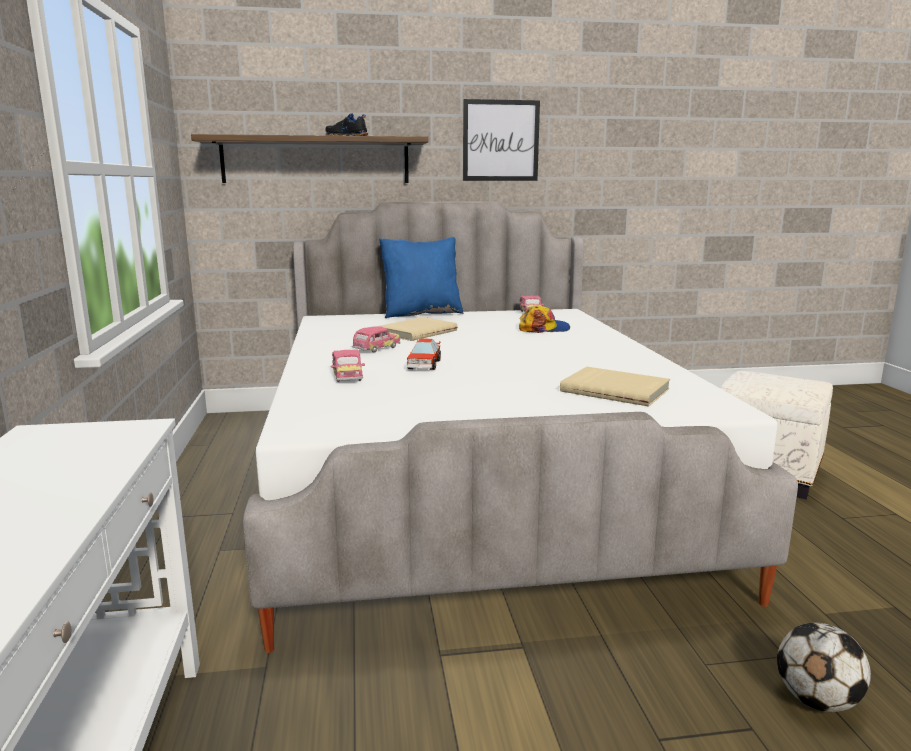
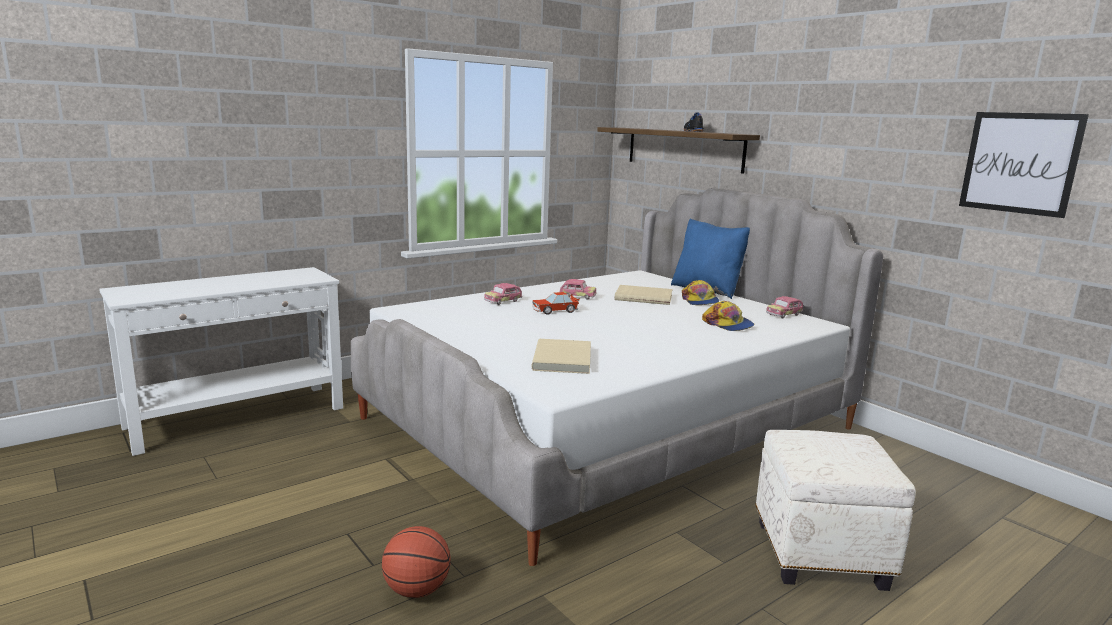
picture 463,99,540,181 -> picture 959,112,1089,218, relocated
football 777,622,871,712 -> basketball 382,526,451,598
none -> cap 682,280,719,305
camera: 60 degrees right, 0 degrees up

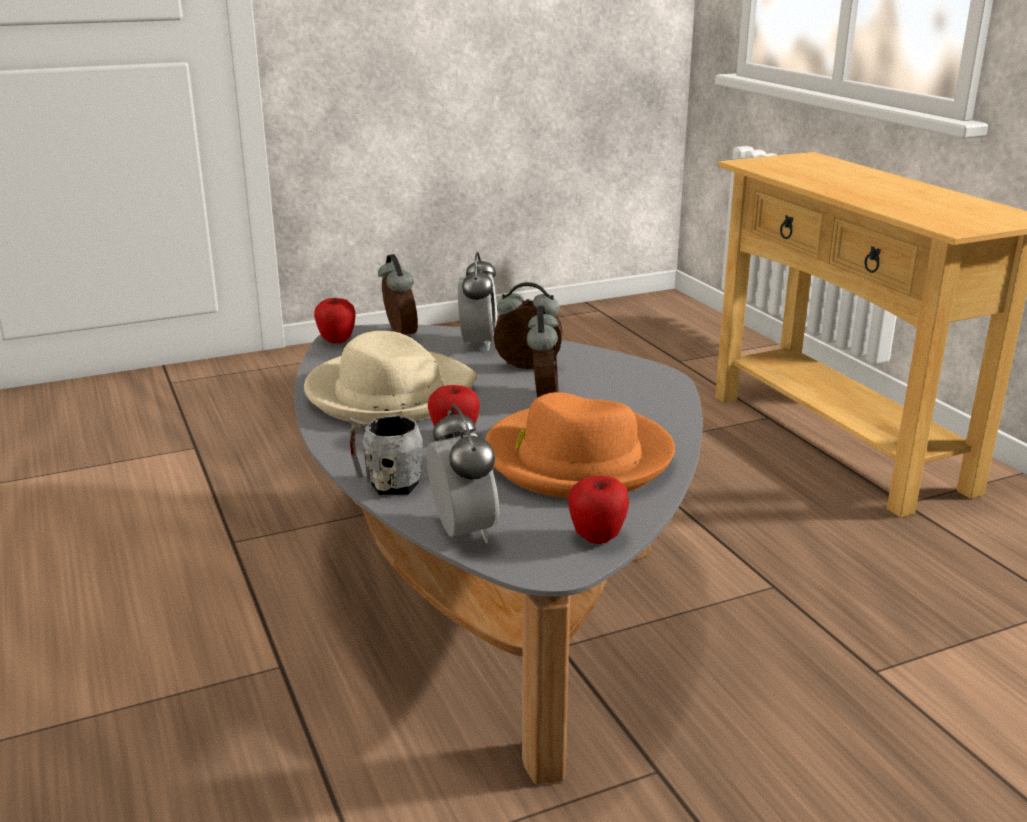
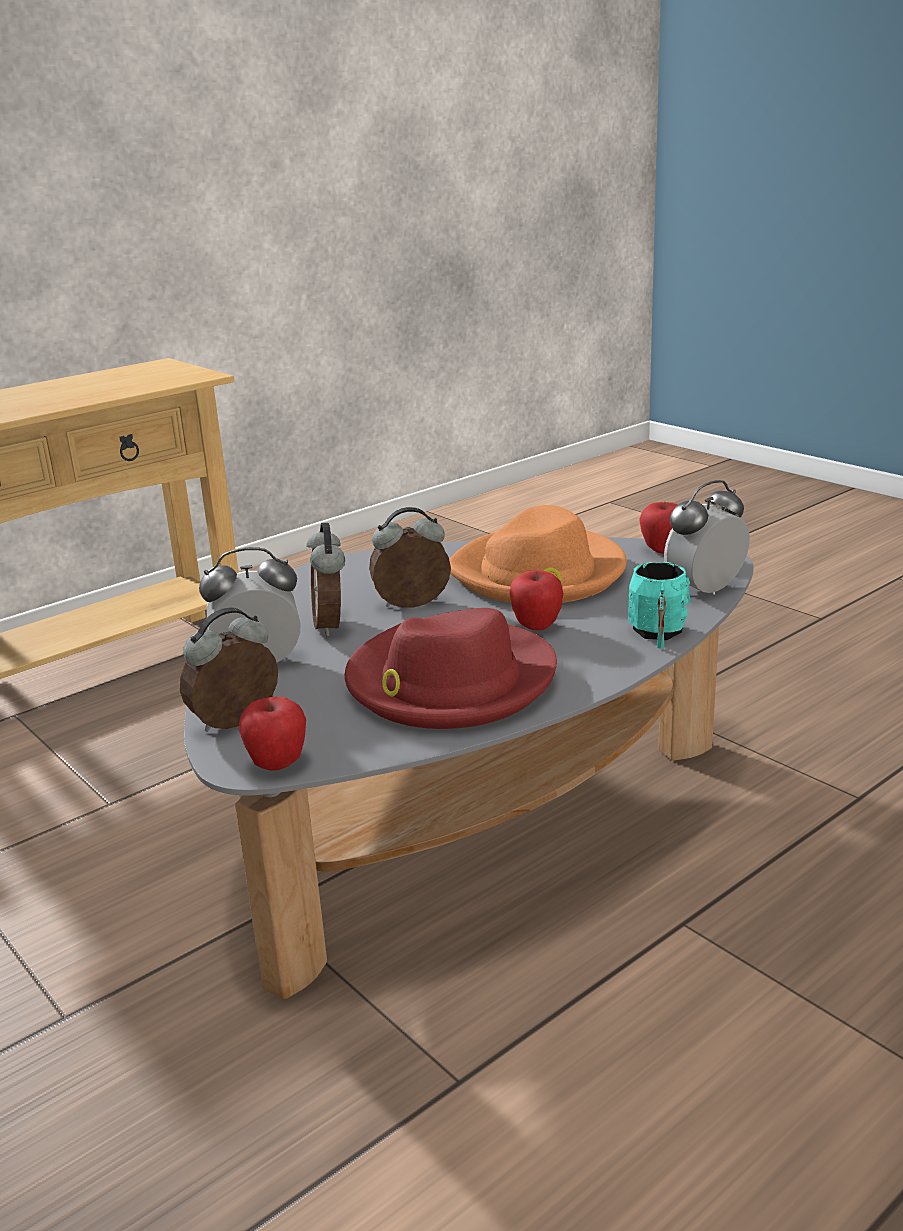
hat/beige 304,331,477,424 -> hat/red 345,608,557,729
mug/grey 349,415,423,495 -> mug/turquoise 628,562,690,649
camera: 105 degrees left, 0 degrees up

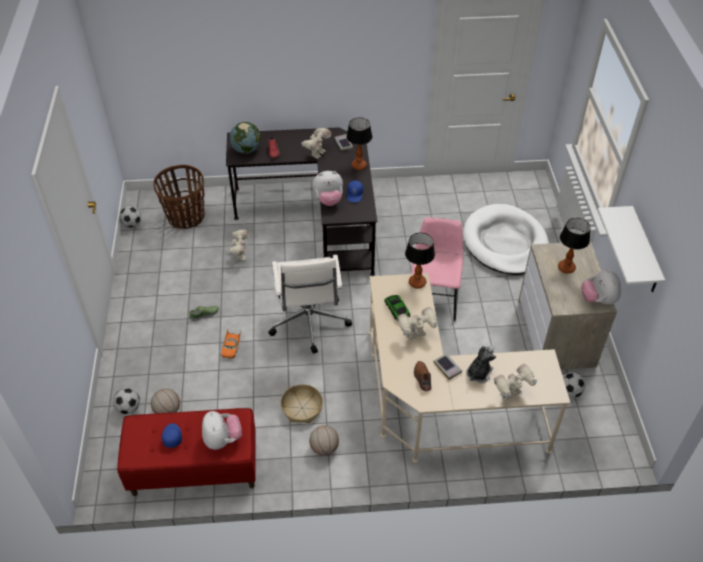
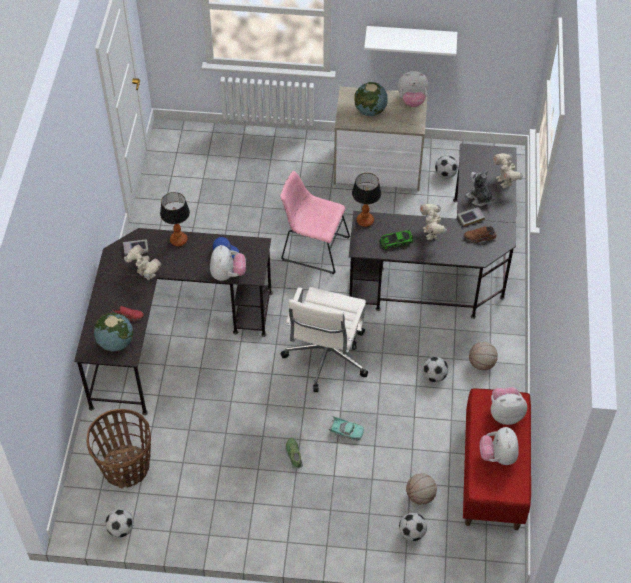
dog bed/white 463,204,549,275 -> none
table lamp 558,218,591,274 -> globe 354,82,388,116
toy robot 228,229,249,260 -> none
office chair/white 268,255,352,354 -> office chair/white 281,287,368,392, 105 degrees clockwise
desk/beige 369,273,570,463 -> desk/black 349,143,516,319
toy car/orange 221,329,241,358 -> toy car/turquoise 328,416,364,441
basket 280,384,323,423 -> football 422,357,448,383
cap/blue 162,423,182,448 -> plush toy 479,427,519,465
camera: 80 degrees left, 5 degrees up

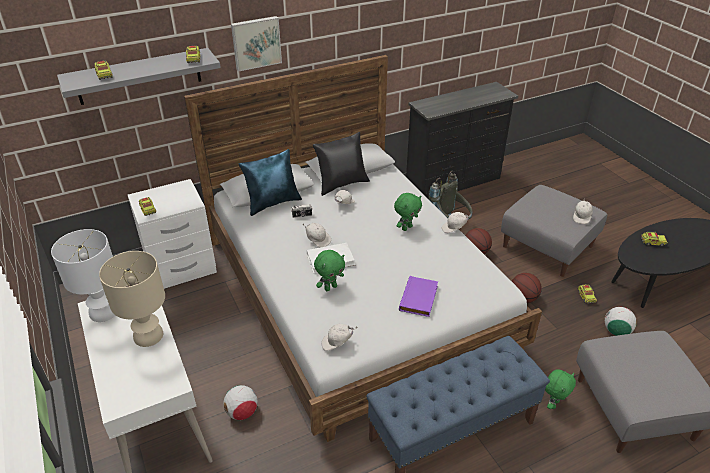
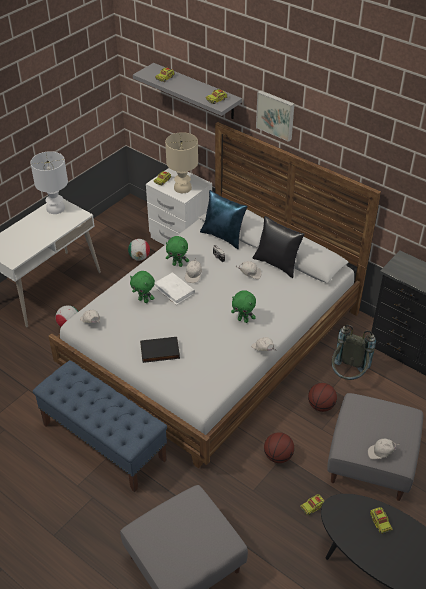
table lamp/beige 99,251,165,347 -> table lamp/beige 165,132,198,193, relocated
book/purple 399,276,438,317 -> book/black 140,337,180,363
football 605,307,637,336 -> football 128,239,150,261, relocated
plush toy/green 545,369,576,409 -> plush toy/green 166,236,189,267, relocated
camera: 65 degrees right, 5 degrees up

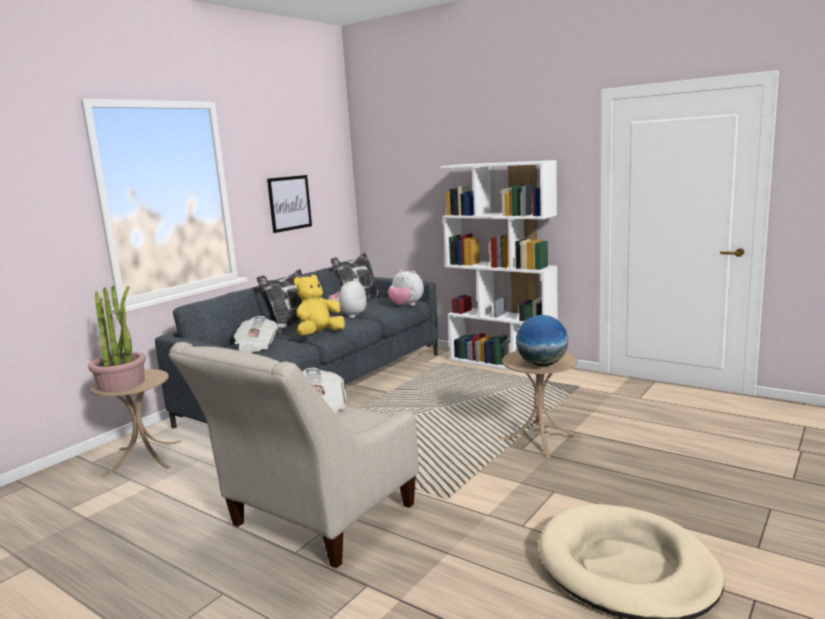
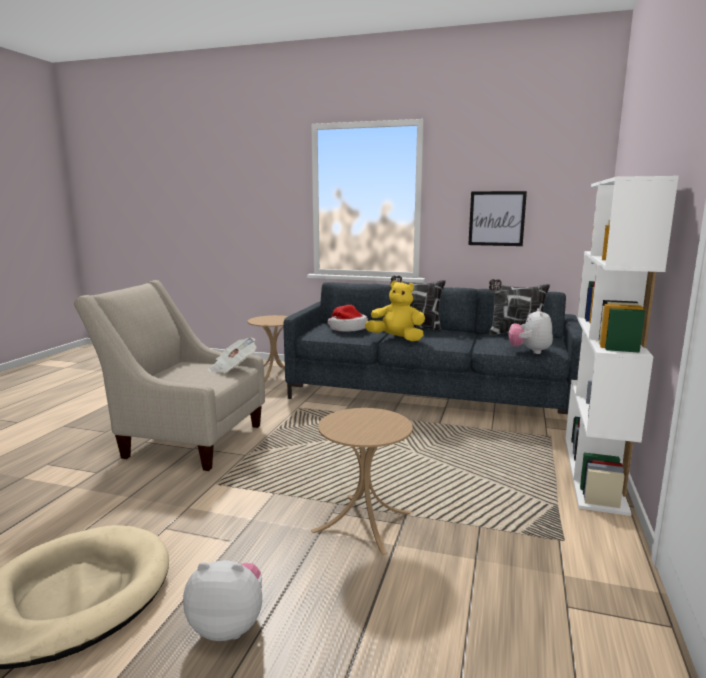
plush toy 328,278,367,318 -> plush toy 183,560,262,641, relocated
potted plant 88,286,146,392 -> none
globe 516,315,568,366 -> none
newspaper 234,316,278,353 -> hat 328,305,368,332
camera: 70 degrees right, 0 degrees up

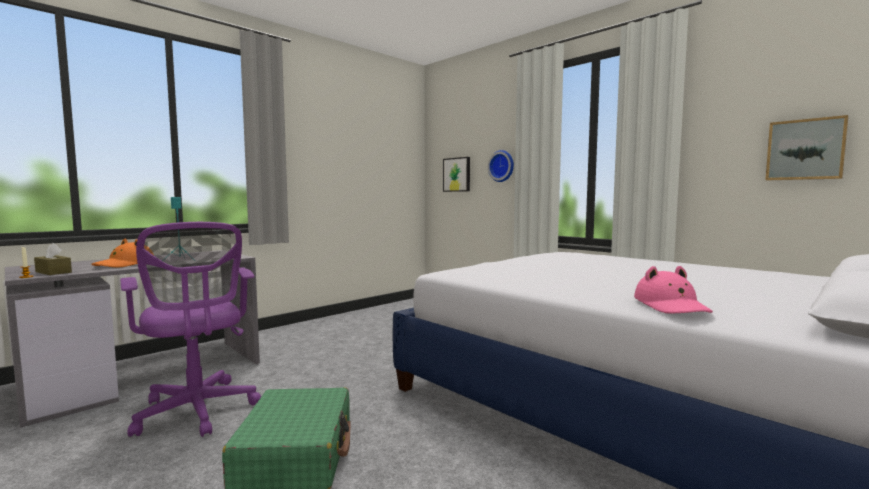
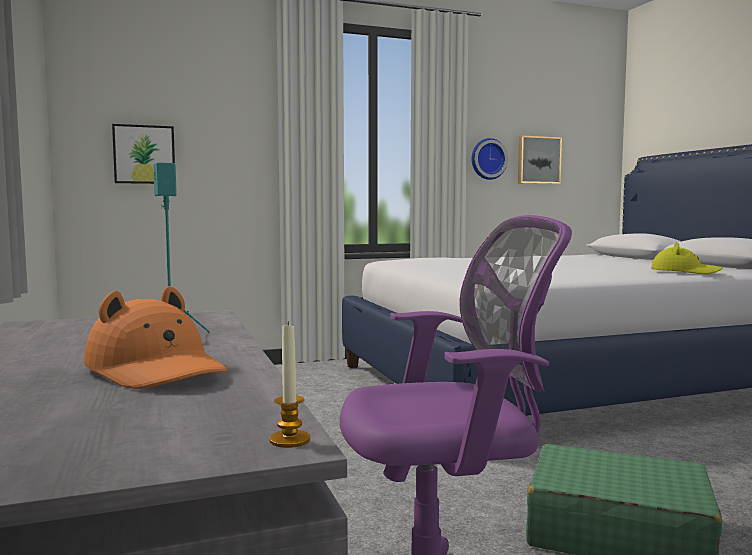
wall clock 488,150,514,182 -> wall clock 471,138,508,180, relocated
tissue box/brown 34,243,72,275 -> none
hat/pink 634,266,713,314 -> hat/yellow 651,243,723,274
camera: 65 degrees left, 0 degrees up

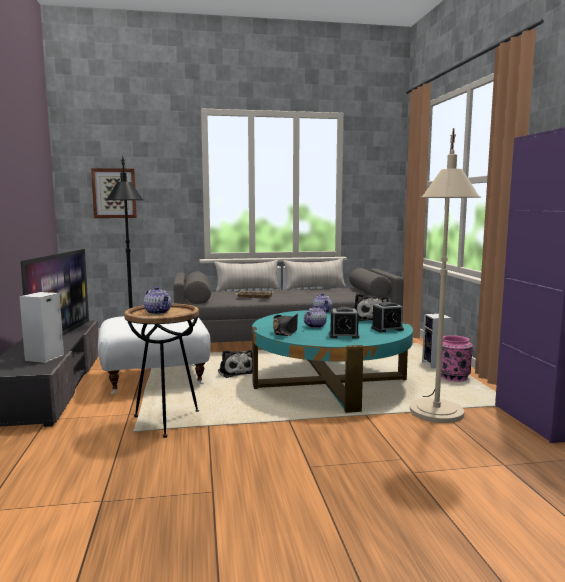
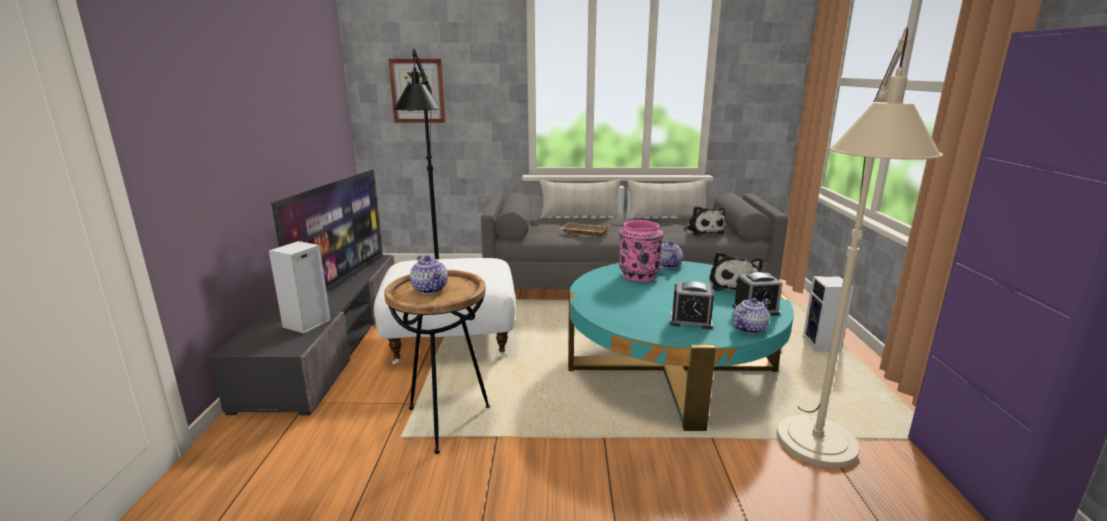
teapot 304,305,327,328 -> teapot 733,298,770,334, relocated
hat/black 273,314,298,336 -> none
vase/pink 441,335,473,382 -> vase/pink 619,220,663,282, relocated
plush toy 218,350,253,378 -> plush toy 684,206,725,236, relocated
camera: 10 degrees right, 10 degrees up

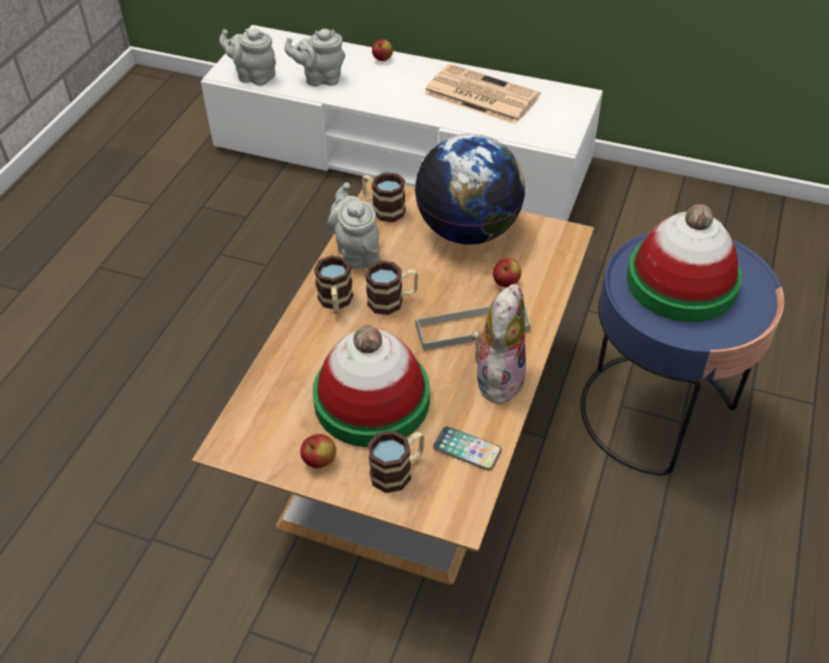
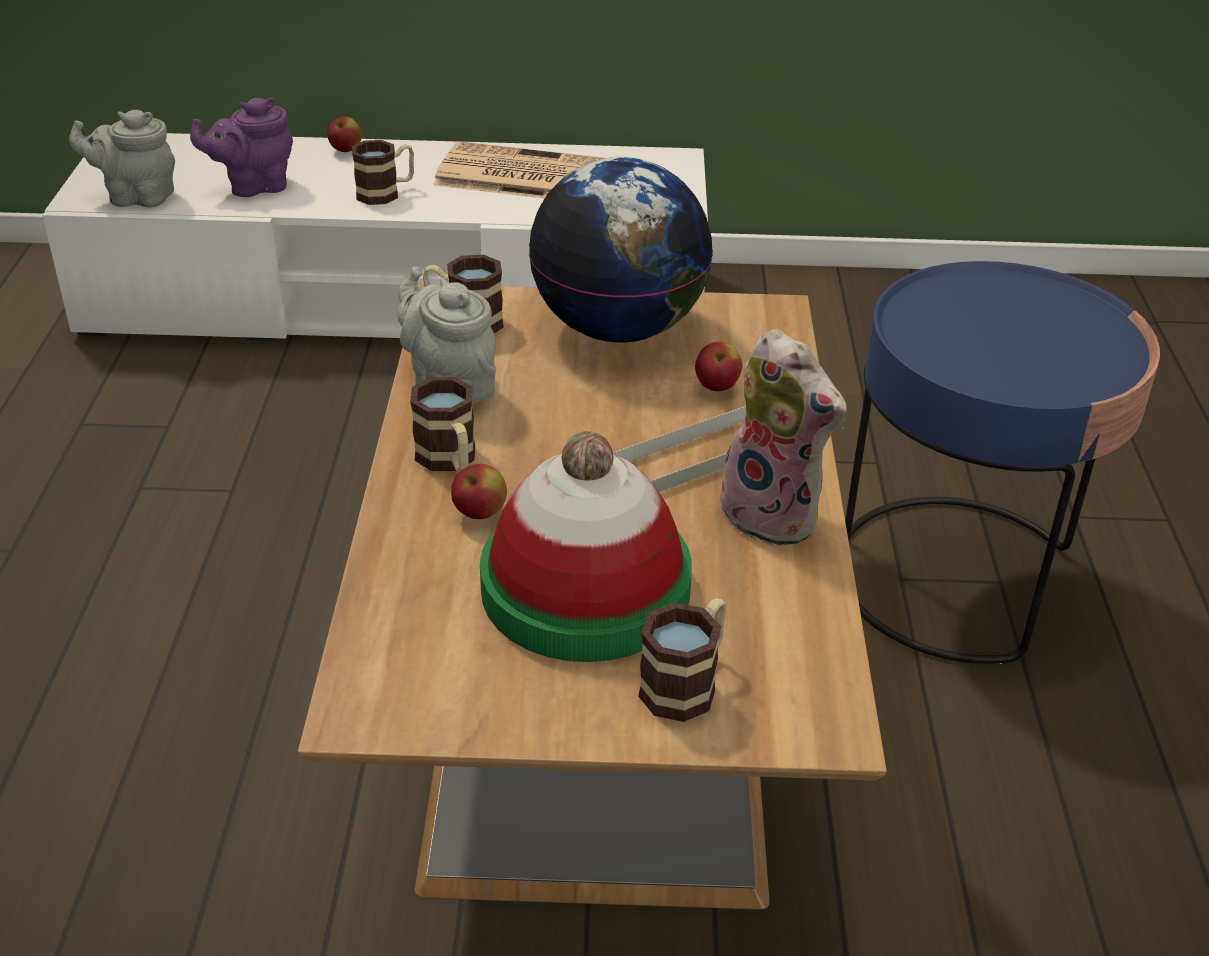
teapot/grey 284,29,345,86 -> teapot/purple 190,97,293,197
hat 627,204,742,322 -> none
mug 365,261,418,315 -> mug 352,140,414,205, relocated
plush toy 472,284,526,408 -> plush toy 716,329,847,546, 135 degrees clockwise
phone 433,426,502,470 -> none
apple 300,434,336,468 -> apple 451,464,507,519, relocated
camera: 20 degrees left, 10 degrees down

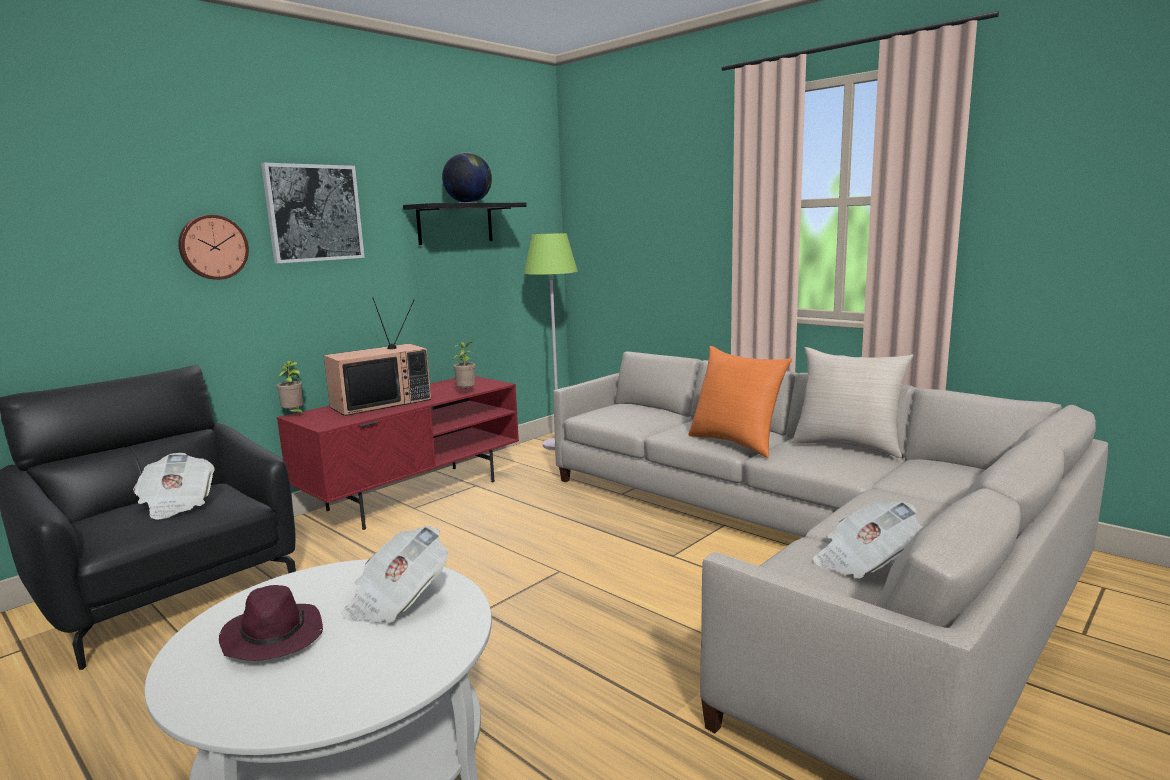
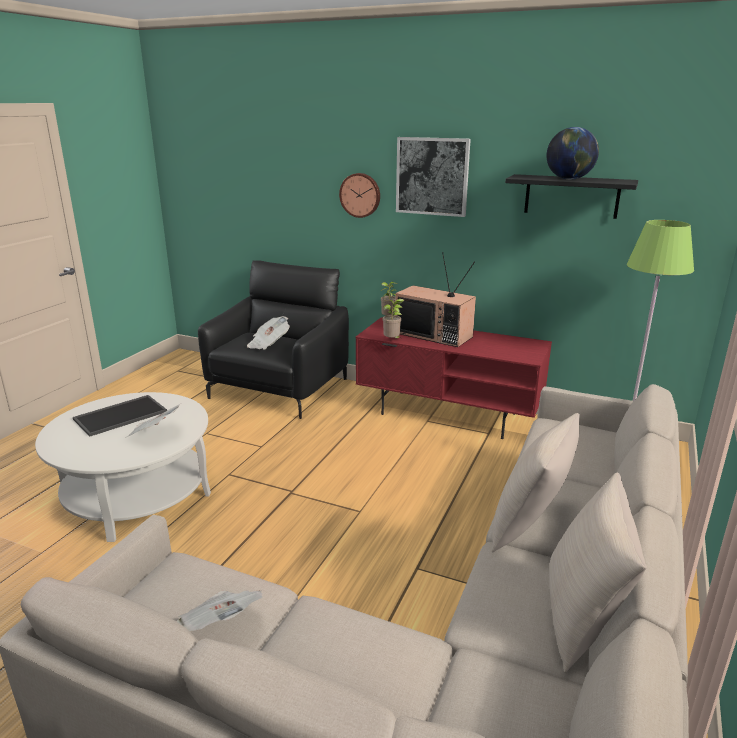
potted plant 453,342,476,390 -> potted plant 383,299,404,338, relocated
pillow/orange 688,346,792,458 -> pillow/beige 492,413,580,553
hat/purple 219,585,323,661 -> tray 73,395,167,437
camera: 70 degrees right, 10 degrees up

